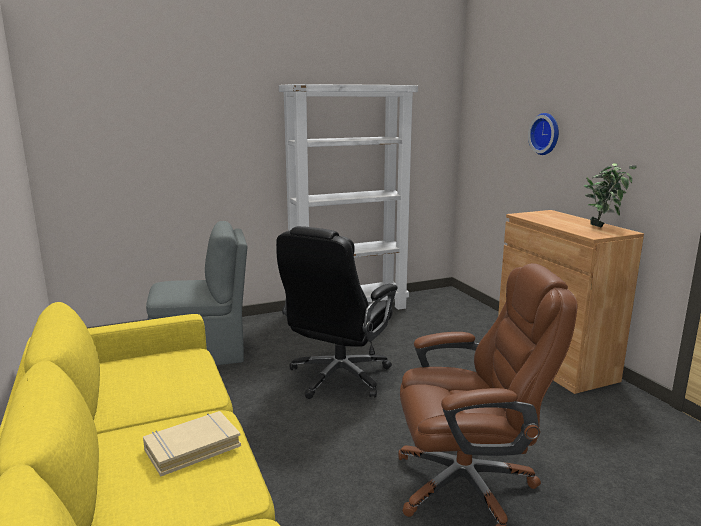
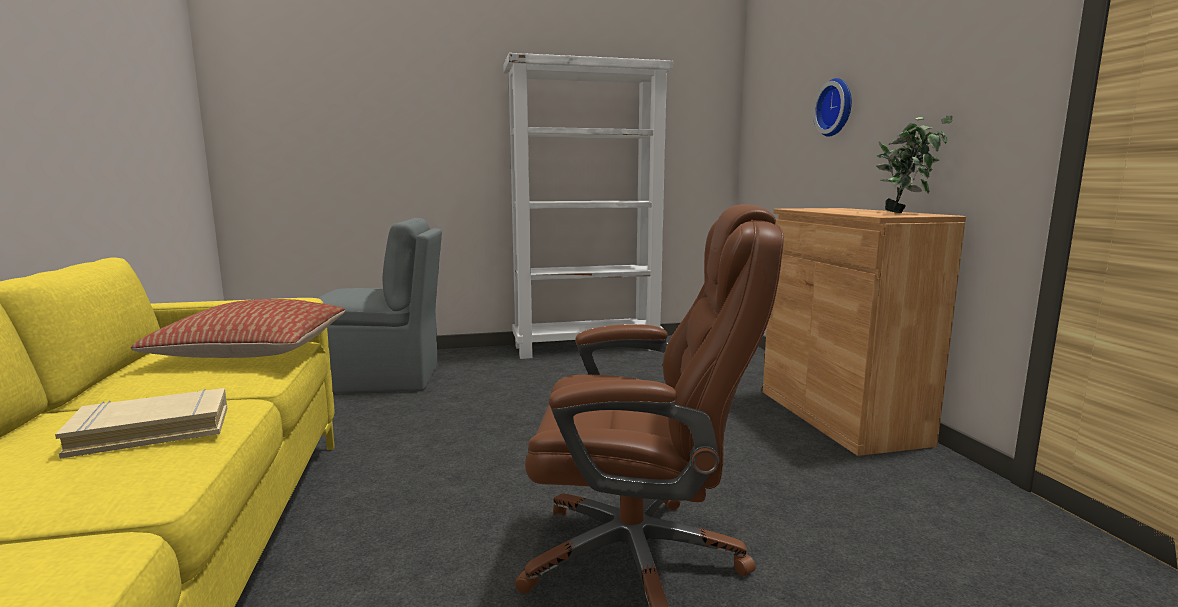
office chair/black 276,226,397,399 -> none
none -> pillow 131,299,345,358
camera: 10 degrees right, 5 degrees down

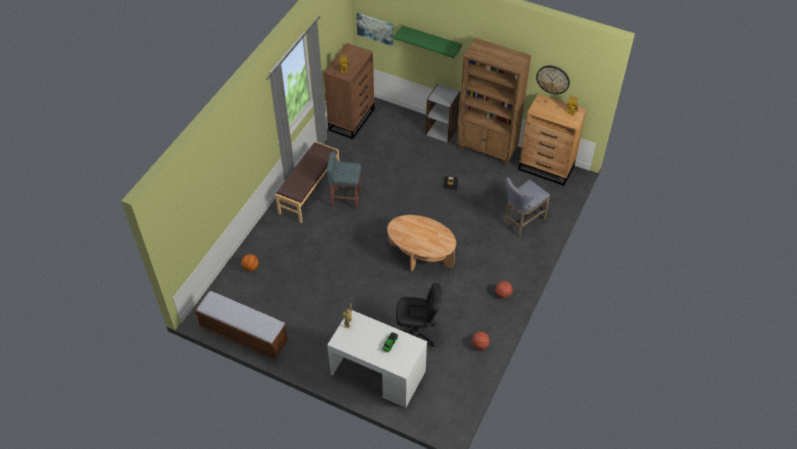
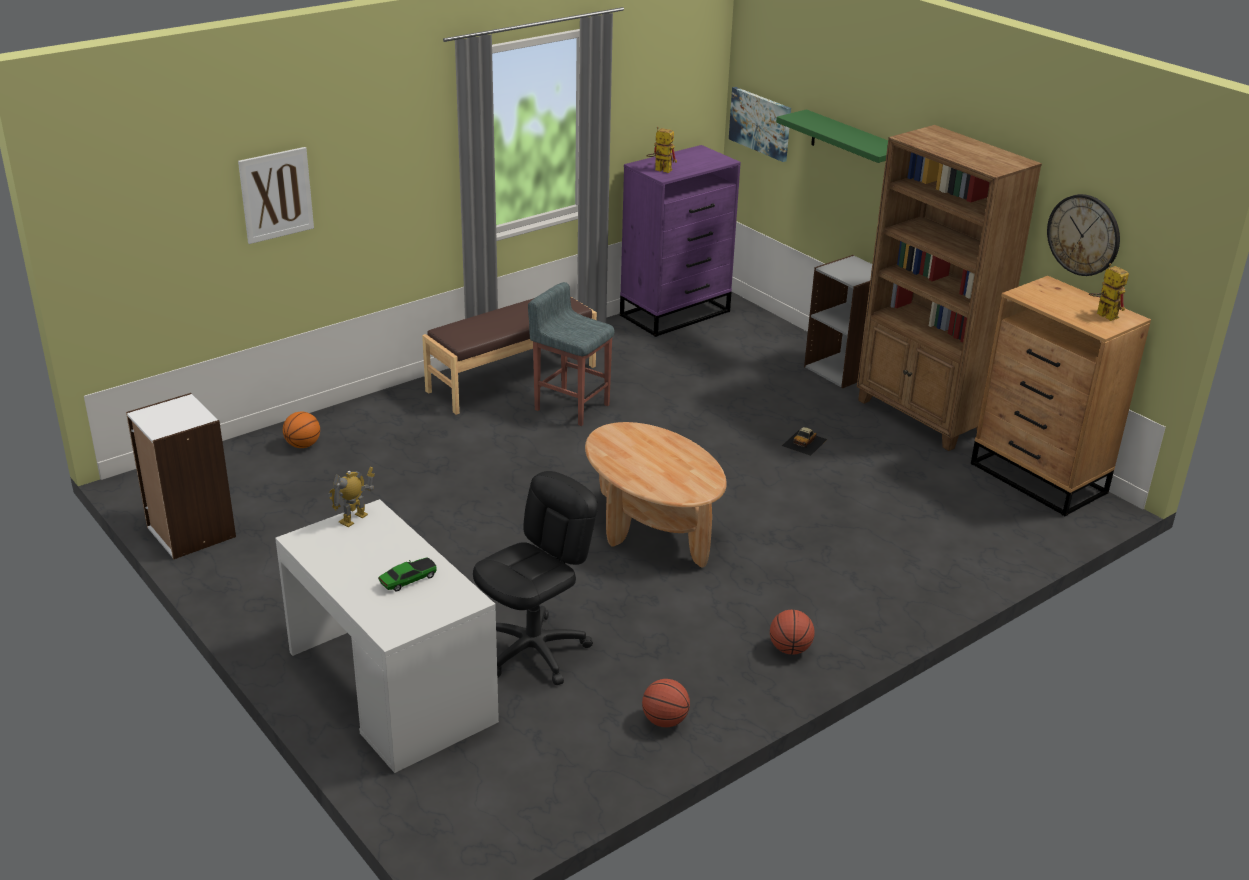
dresser/brown 324,43,375,139 -> dresser/purple 620,145,741,337
stool/grey 503,177,550,237 -> none
office chair/black 396,283,441,347 -> office chair/black 473,471,598,685, 75 degrees counterclockwise
bench 194,291,289,360 -> bookcase/white 126,393,236,559
none -> picture 238,147,314,244
camera: 25 degrees right, 20 degrees down

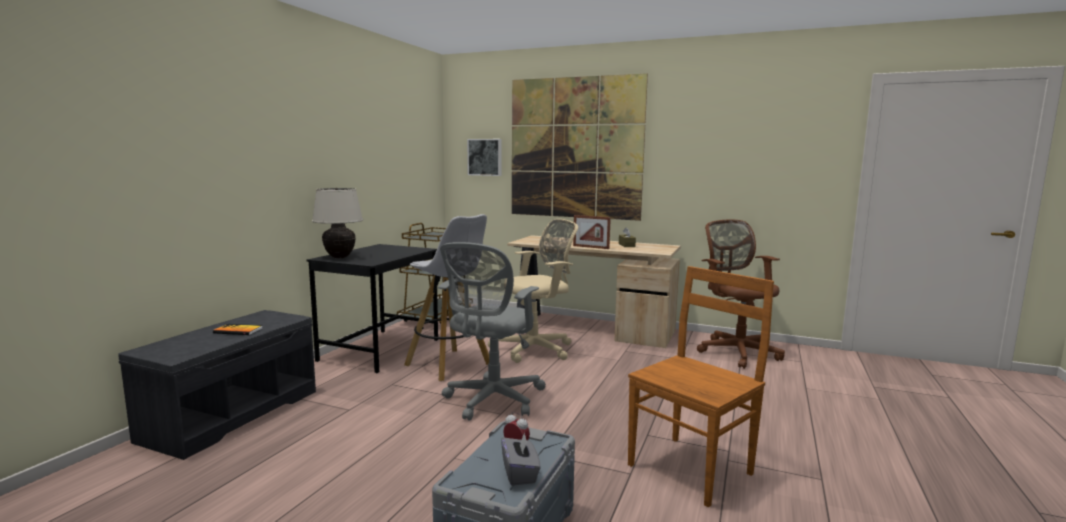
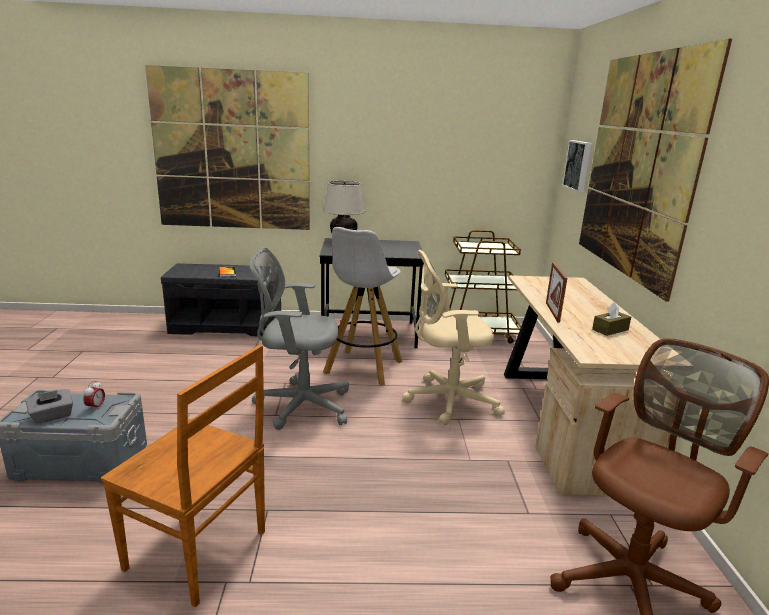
office chair/beige 488,219,578,363 -> office chair/beige 402,250,505,425, 135 degrees clockwise
none -> picture 145,65,310,230
camera: 65 degrees right, 10 degrees up

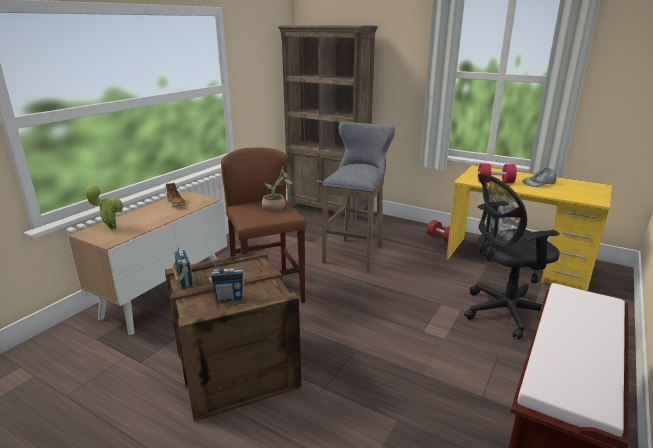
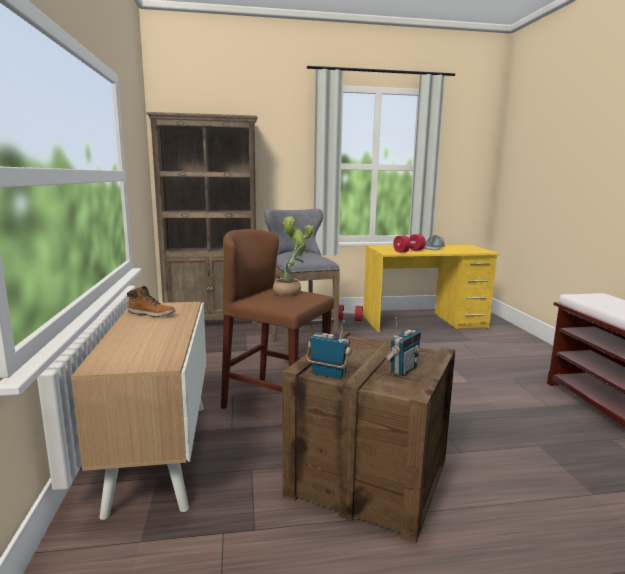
office chair/black 464,173,560,339 -> none
potted plant 85,185,123,229 -> potted plant 283,216,313,255, relocated
camera: 40 degrees left, 10 degrees down

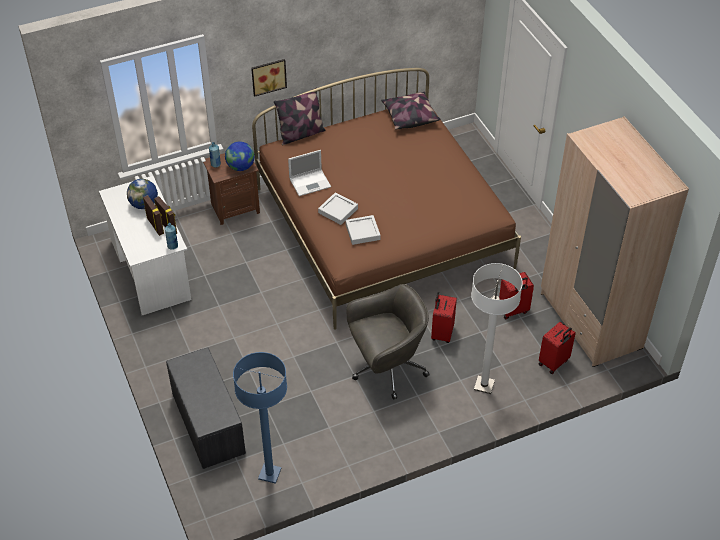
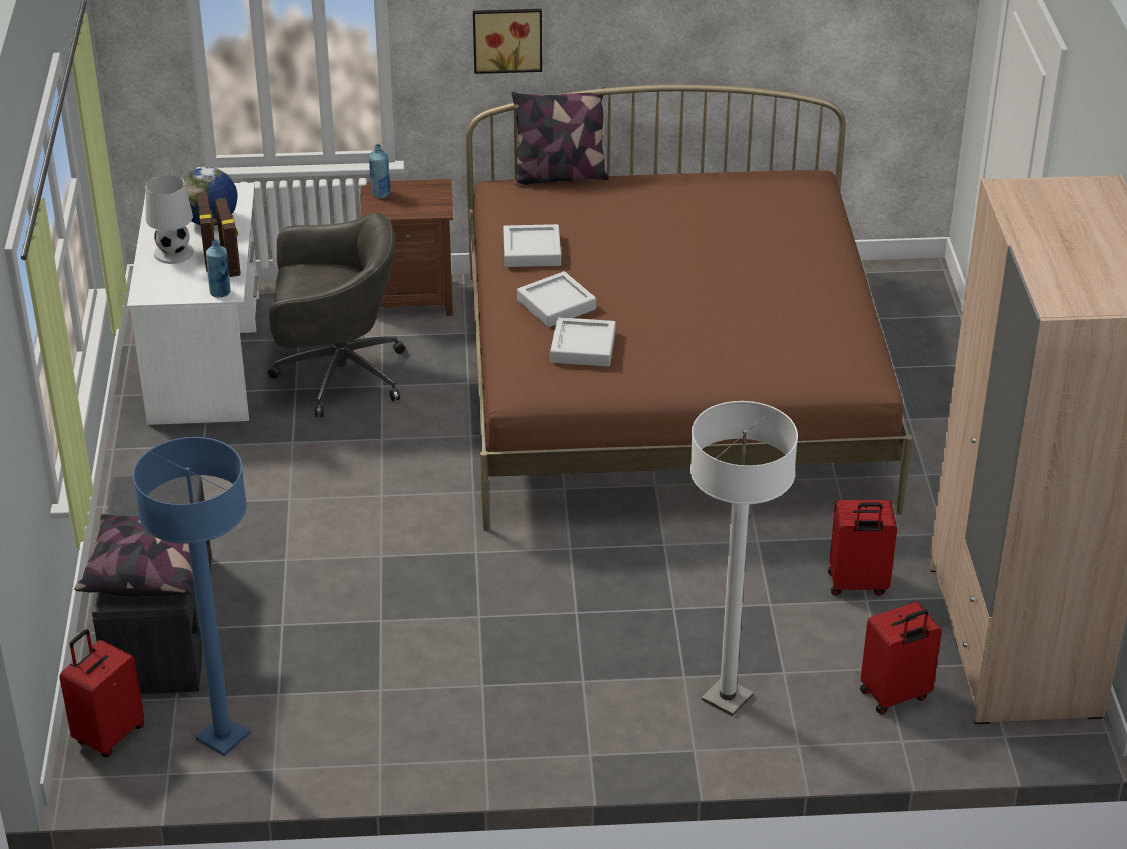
pillow 381,91,440,130 -> pillow 74,514,193,596, relocated
globe 225,141,255,171 -> none
laptop 288,150,331,196 -> tray/grey 503,224,561,267
office chair/grey 346,284,430,400 -> office chair/grey 268,212,405,417, relocated
suitcase/red 431,292,457,343 -> suitcase/red 60,629,144,757, relocated
none -> table lamp/white 146,174,194,264
camera: 20 degrees right, 10 degrees down

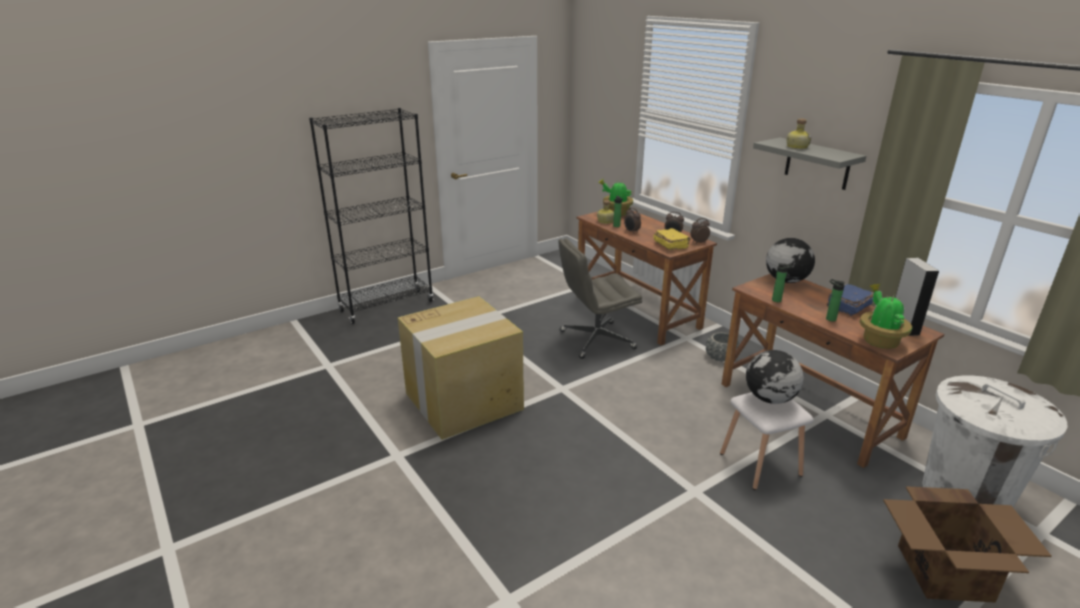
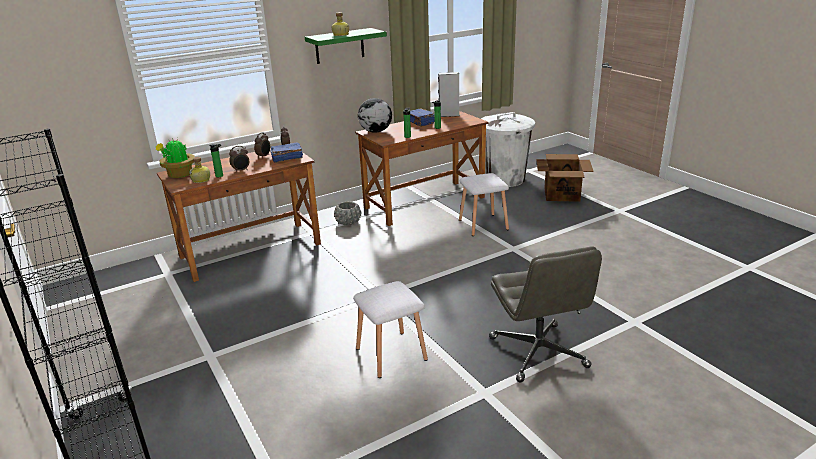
shelf/grey 753,137,866,190 -> shelf/green 305,28,387,64
book/yellow 654,228,691,250 -> book/blue 271,142,303,163
office chair/grey 558,238,642,359 -> office chair/grey 489,246,602,383, relocated
potted plant 860,284,912,349 -> none
cardboard box 398,296,524,440 -> stool/white 353,281,428,378
globe 746,350,804,404 -> none
camera: 85 degrees left, 0 degrees up

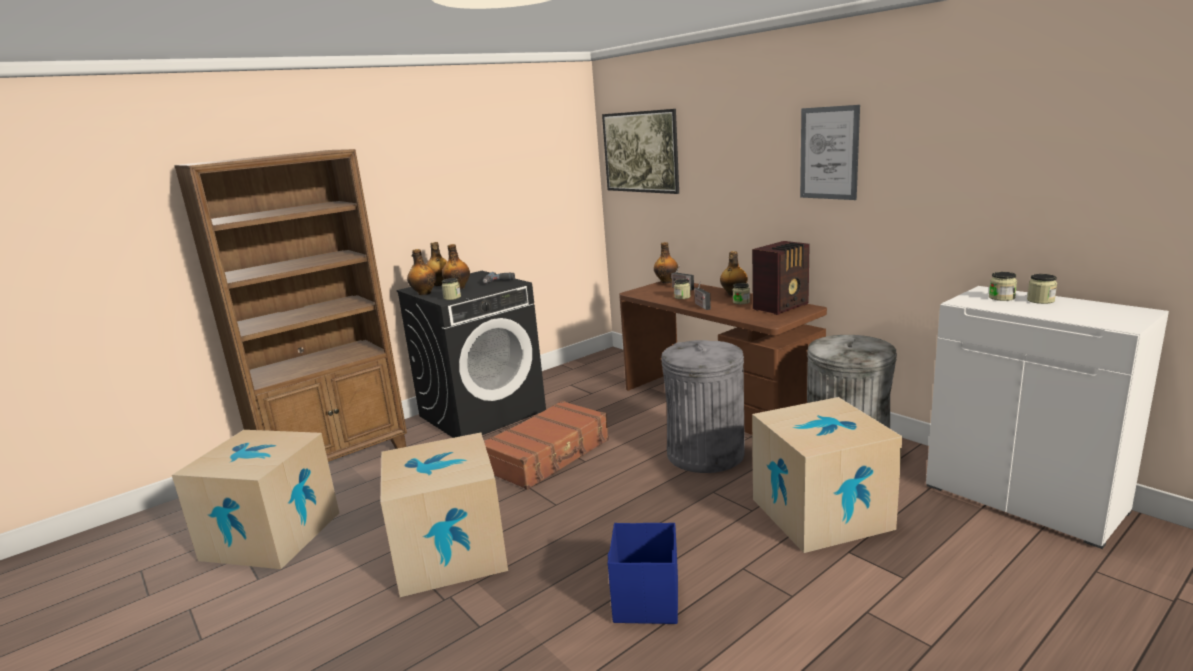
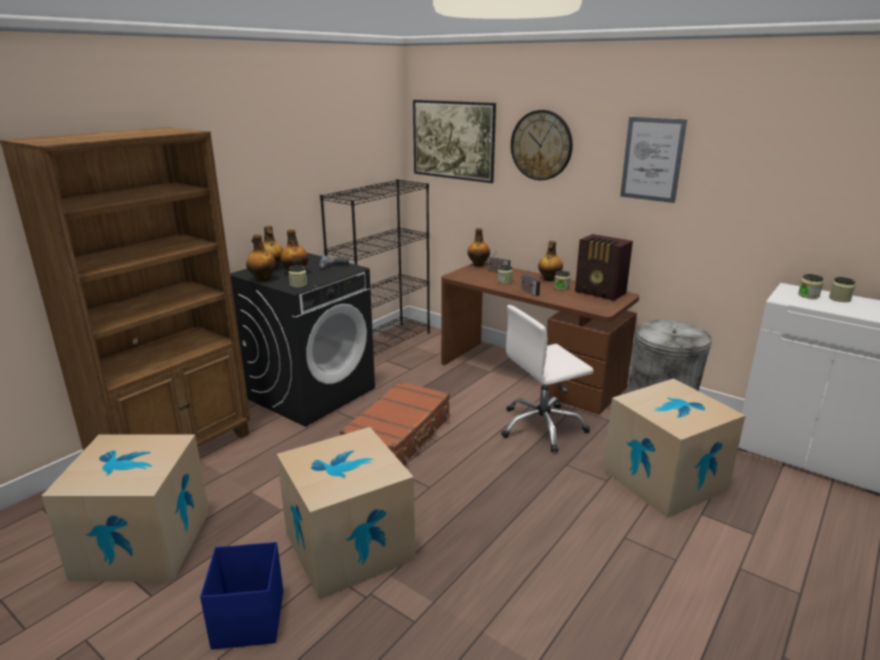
radio 752,241,810,315 -> radio 575,234,633,301, 90 degrees clockwise
trash can/grey 661,340,745,473 -> office chair/white 501,305,594,452
storage box/blue 607,523,678,624 -> storage box/blue 200,542,283,649, relocated
none -> wall clock 511,110,573,180
none -> bookcase/black 320,179,430,356
camera: 15 degrees left, 5 degrees up

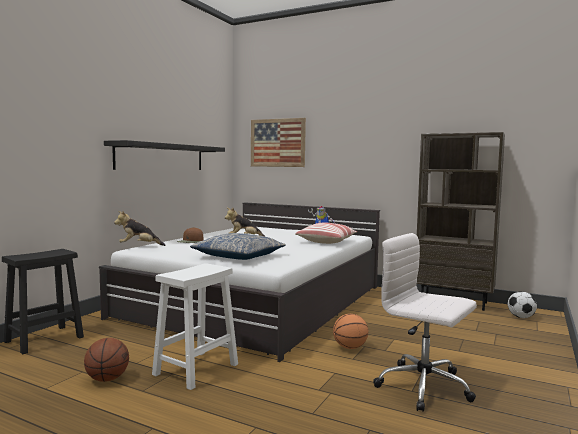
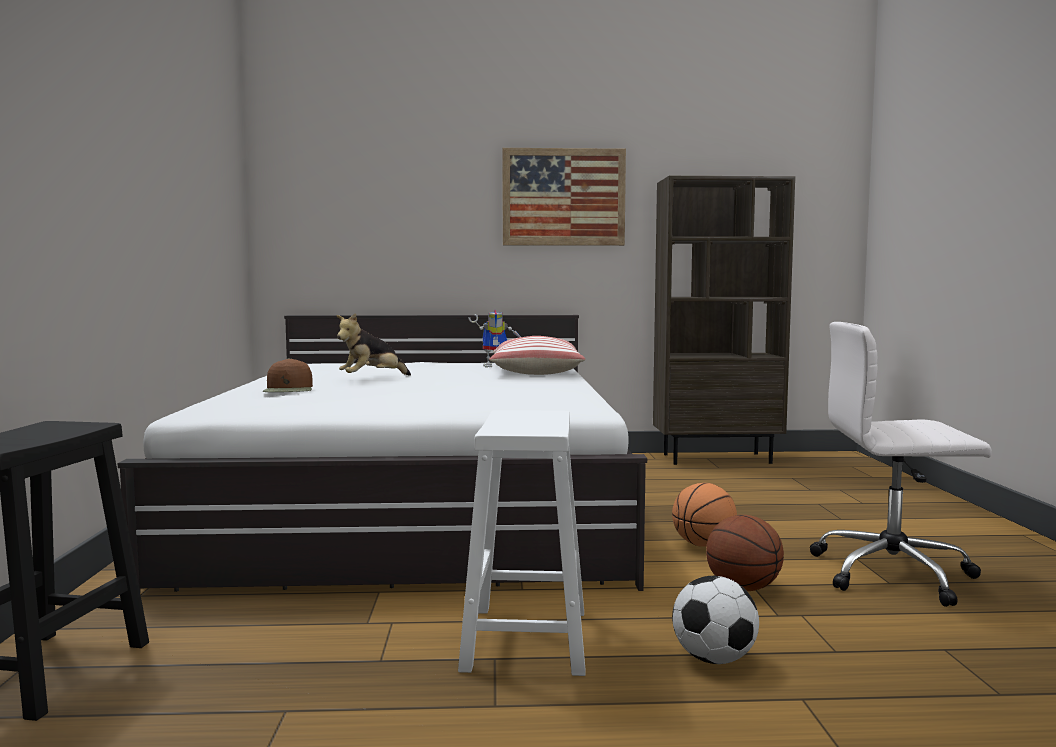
picture 251,118,306,167 -> picture 502,148,626,246, relocated
shelf/black 104,140,225,170 -> none
plush toy 114,211,165,246 -> none
pillow 190,233,286,260 -> none
football 508,291,537,318 -> football 672,576,759,664, relocated
basketball 84,338,129,382 -> basketball 706,515,784,591, relocated
camera: 30 degrees left, 0 degrees up

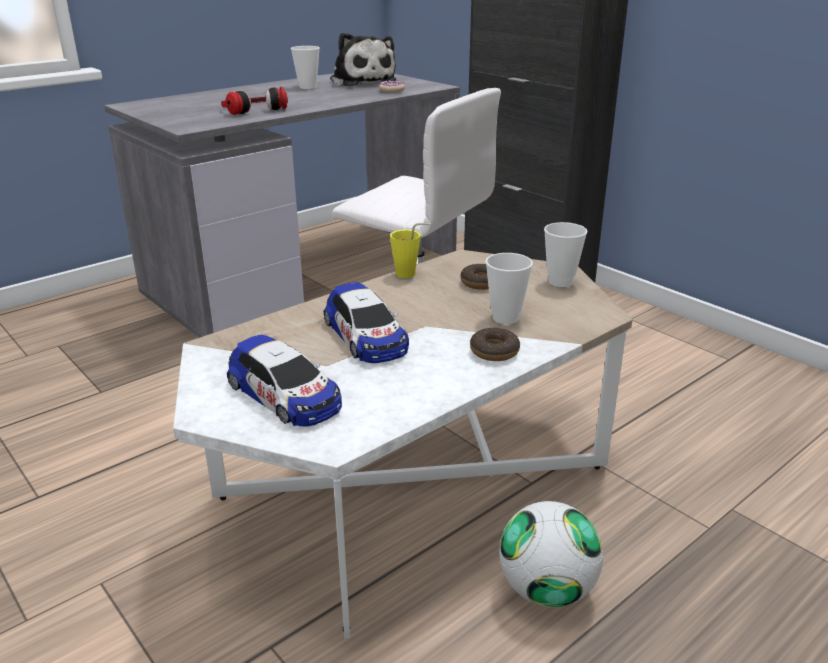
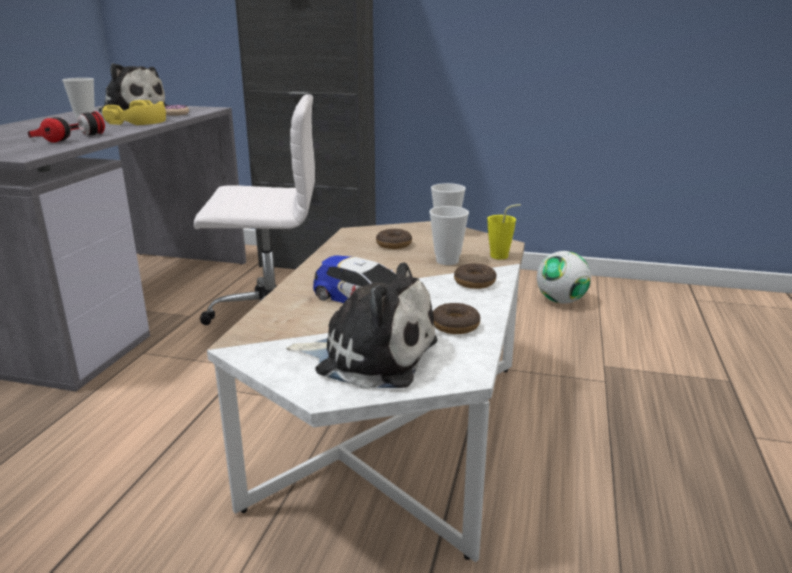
cup/yellow 390,223,431,278 -> cup/yellow 487,204,521,260, relocated
toy car 227,335,342,426 -> plush toy 286,263,437,389
football 499,501,603,607 -> football 537,251,591,304, relocated
none -> headphones/yellow 102,100,166,125
none -> donut 433,303,481,334
camera: 35 degrees left, 5 degrees down

